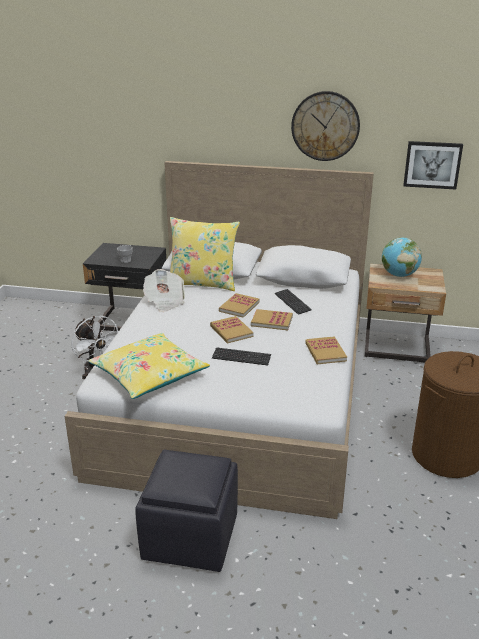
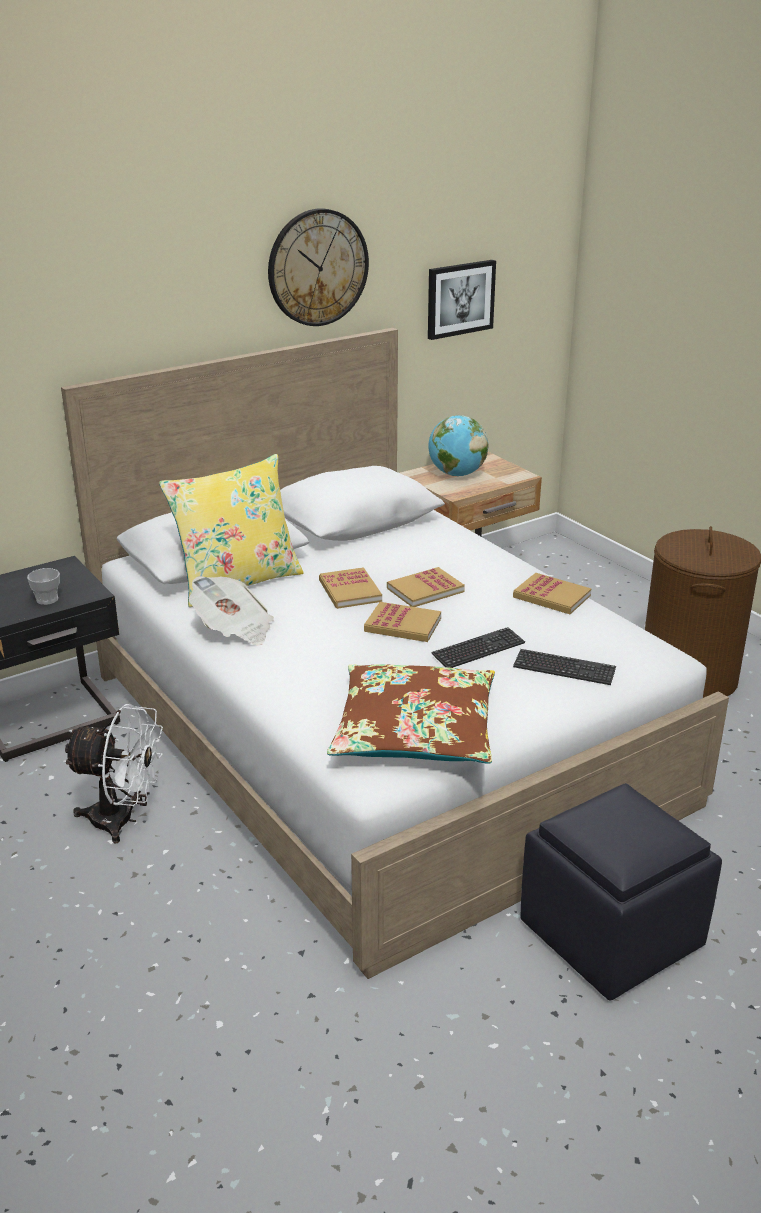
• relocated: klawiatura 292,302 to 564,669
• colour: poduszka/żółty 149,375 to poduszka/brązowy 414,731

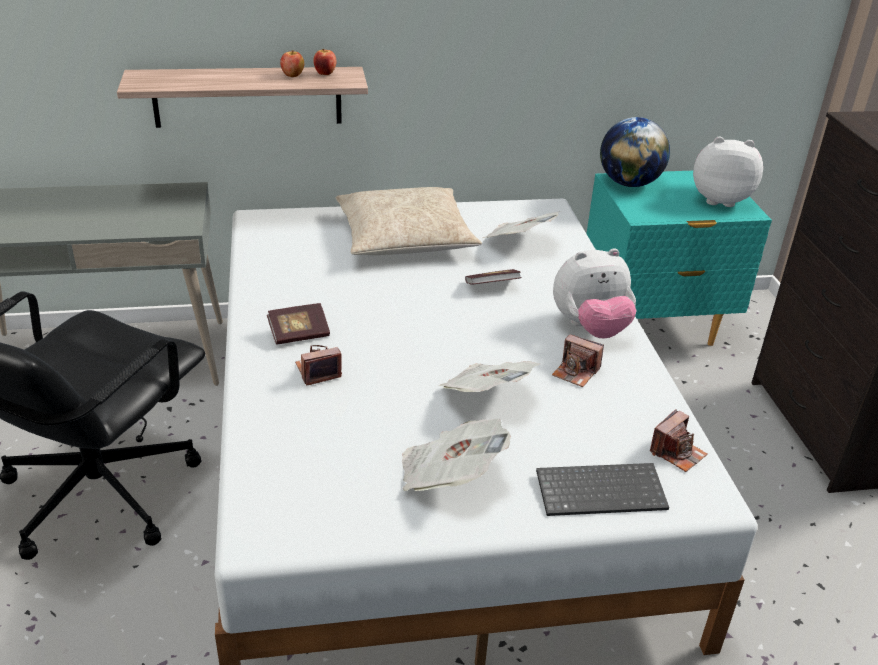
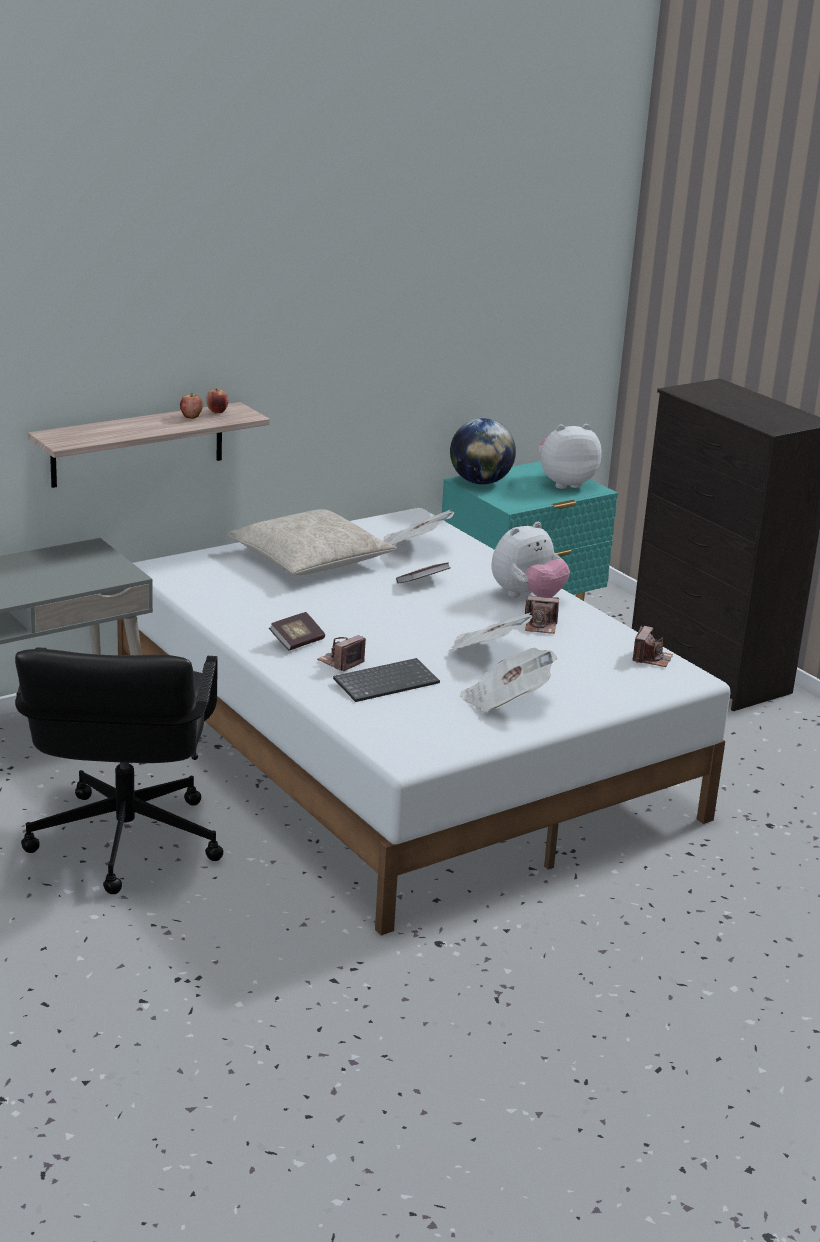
• relocated: klawiatura 602,490 to 386,682

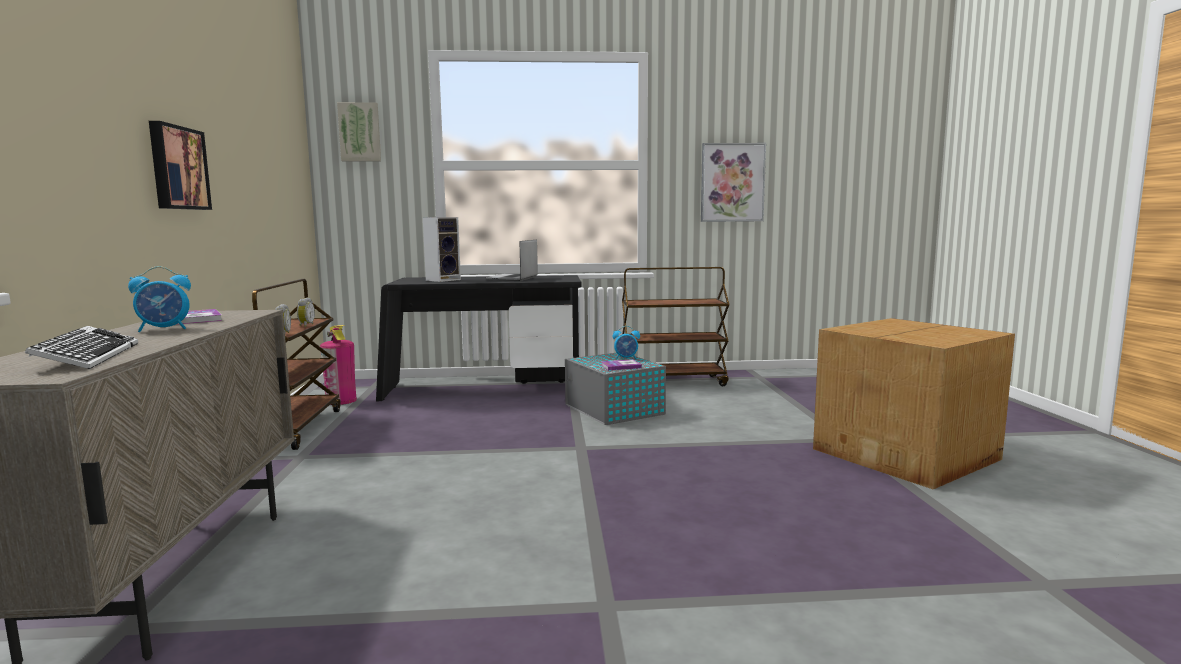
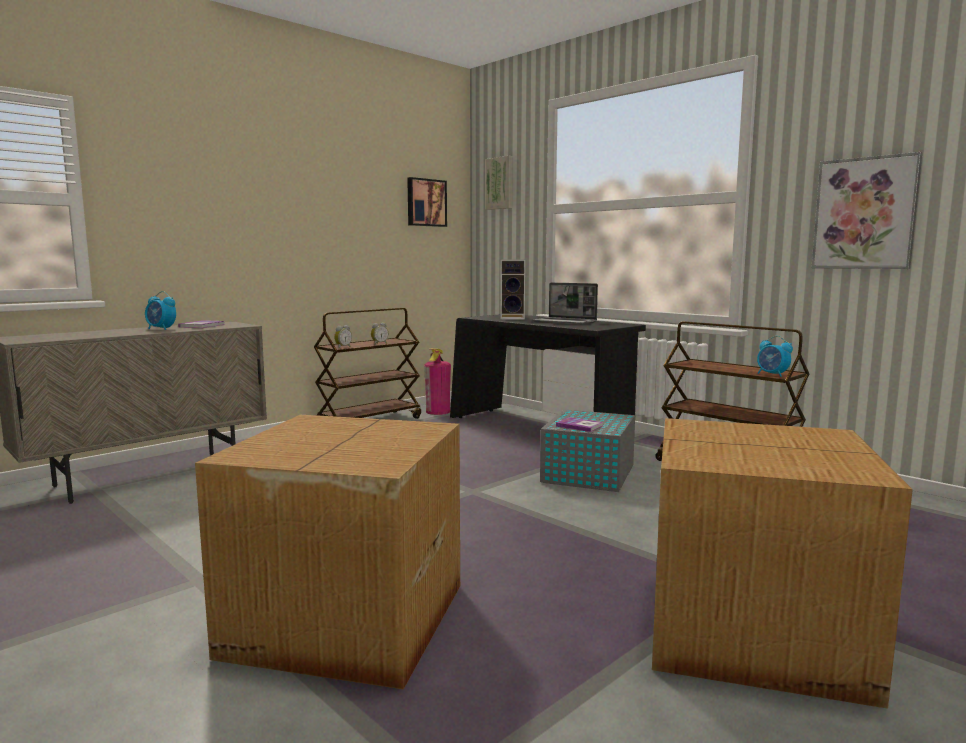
• relocated: obraz 177,168 to 426,202
• spun: laptop 513,278 = 565,322 120 degrees counterclockwise
• missing: klawiatura 88,356
• relocated: budzik 626,359 to 772,375
• appeared: karton 343,620

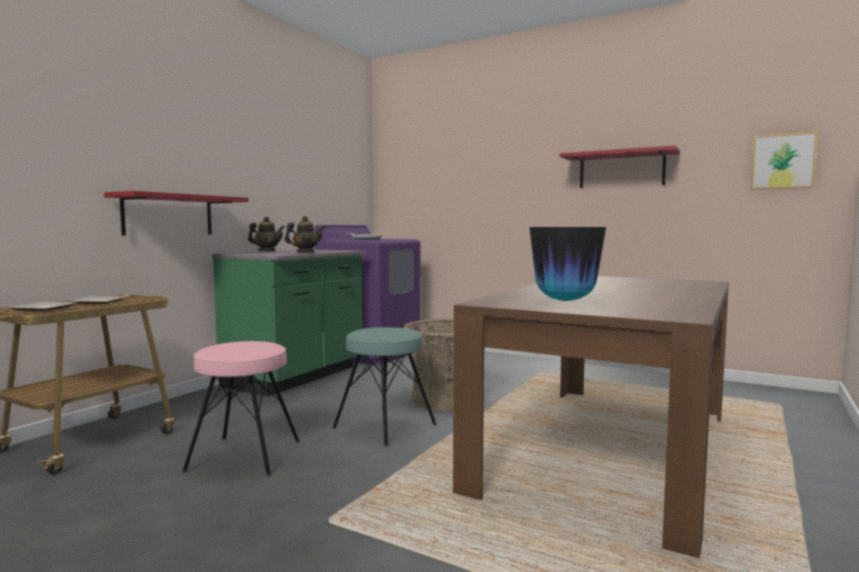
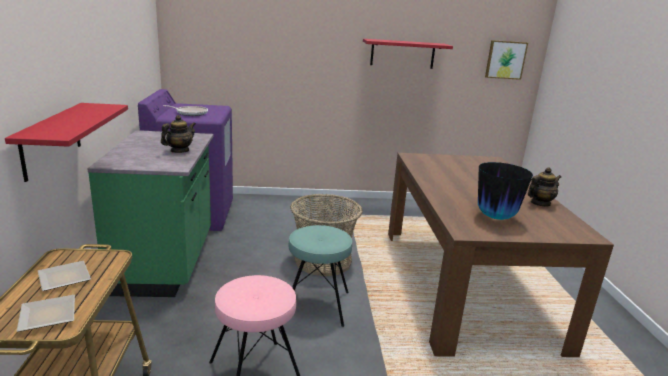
• relocated: imbryk 267,251 to 540,203

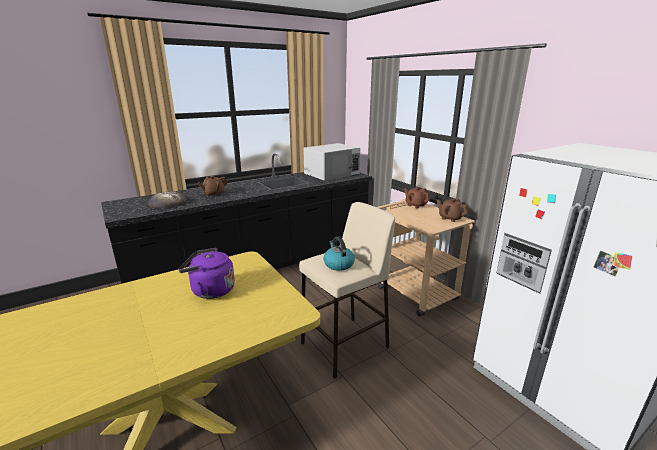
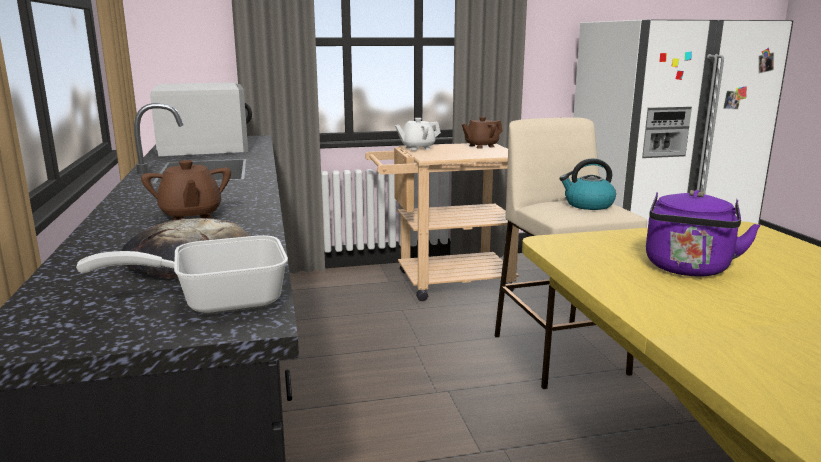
• colour: imbryk/brązowy 415,205 to imbryk/biały 417,148
• appeared: patelnia 216,301

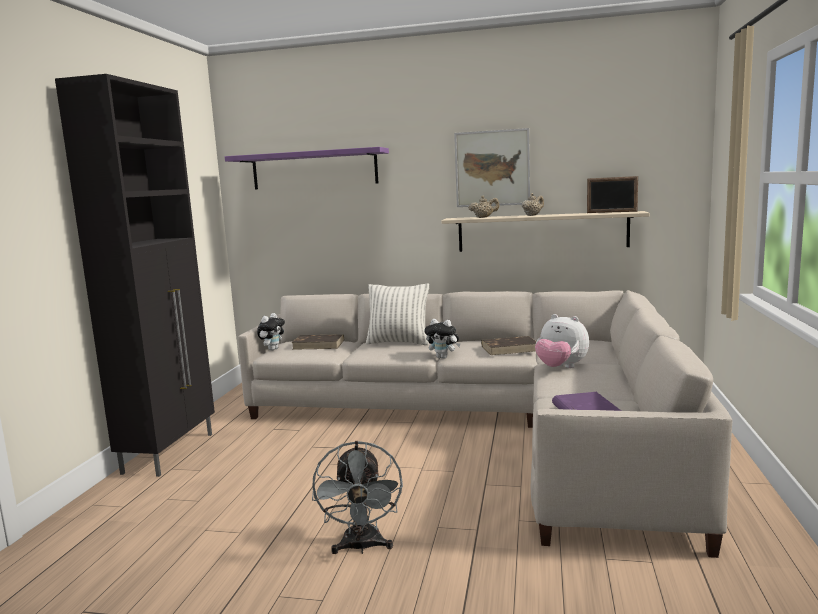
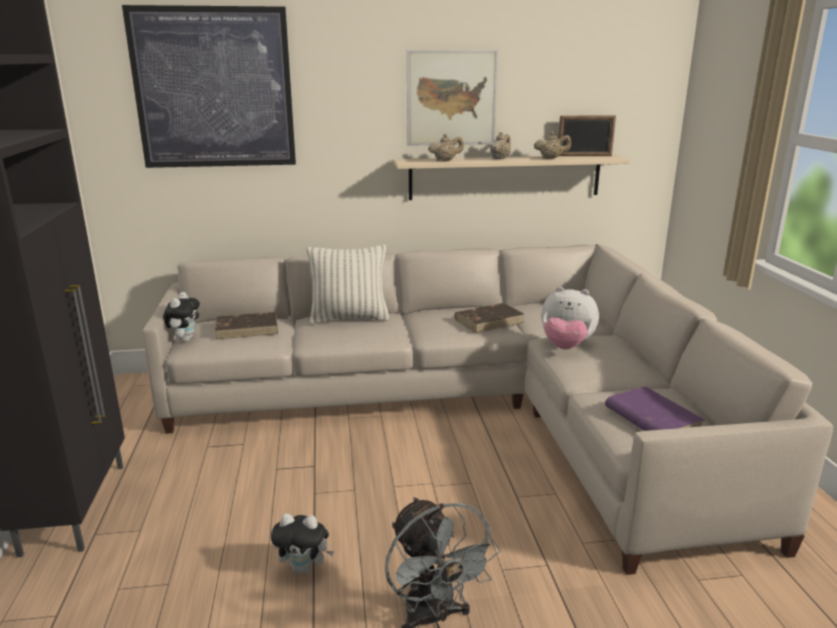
• exchanged: półka/fioletowy 314,169 to obraz 214,89
• relocated: pluszak 443,357 to 304,569
• appeared: imbryk/beżowy 551,158

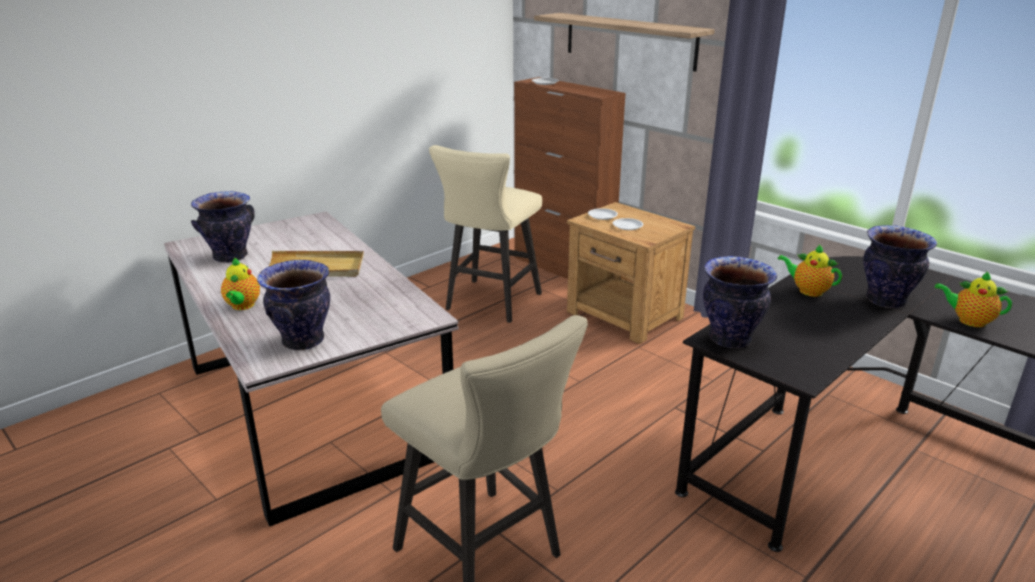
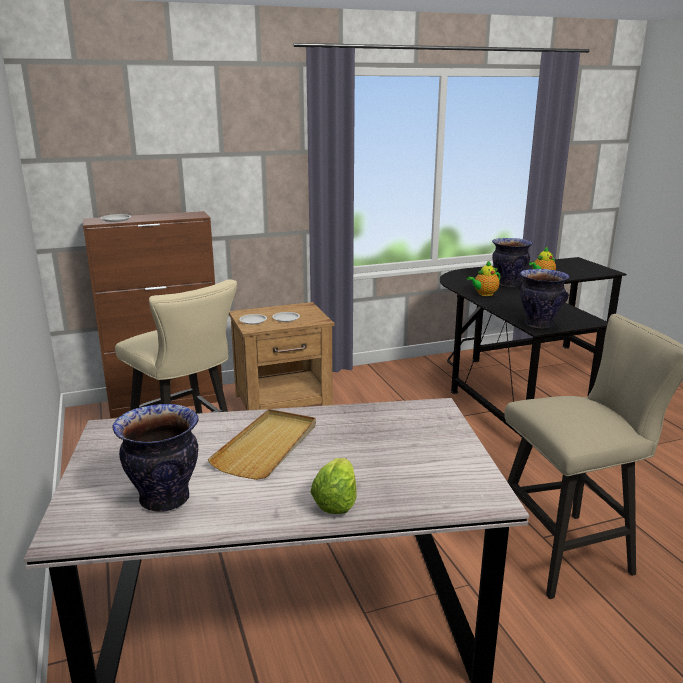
• missing: półka 629,41
• exchanged: imbryk 242,306 to sałata 336,502
• missing: wazon 302,341

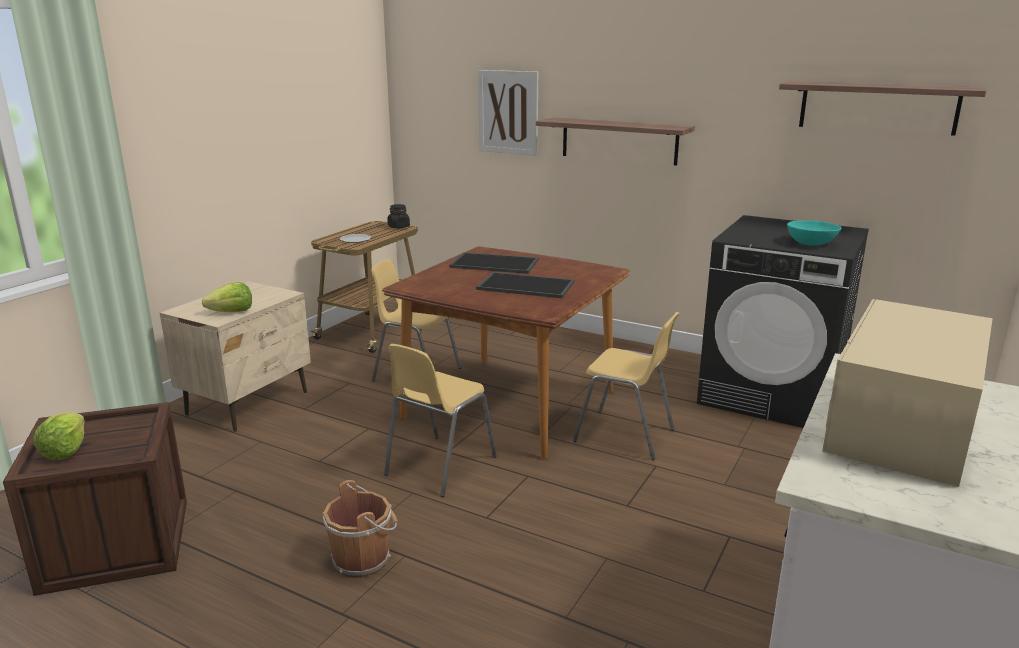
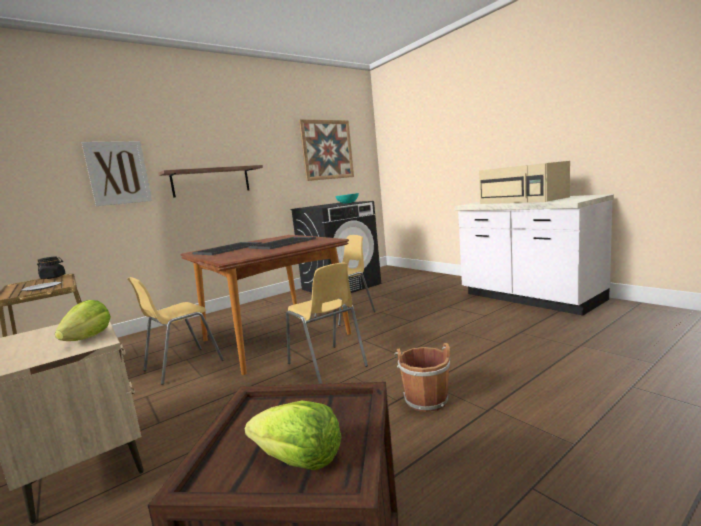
• exchanged: półka 877,107 to obraz 327,150

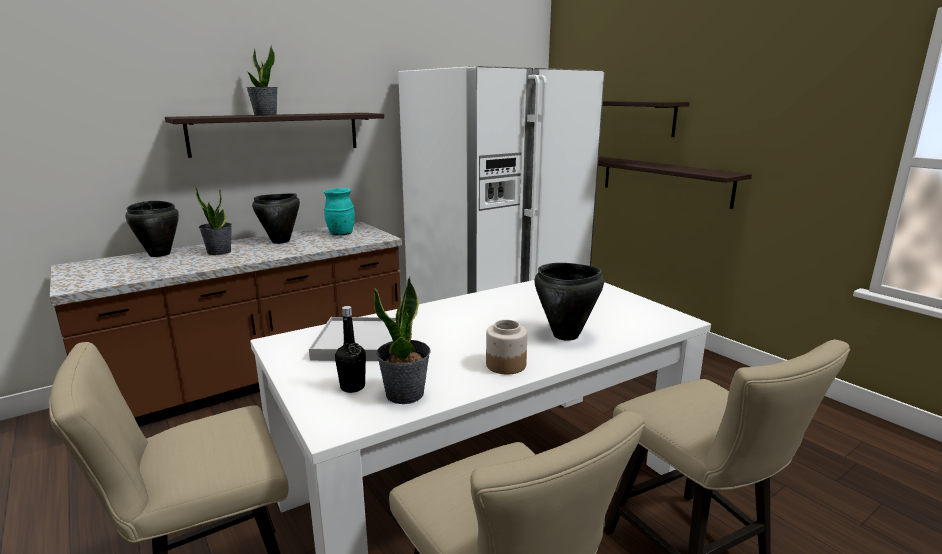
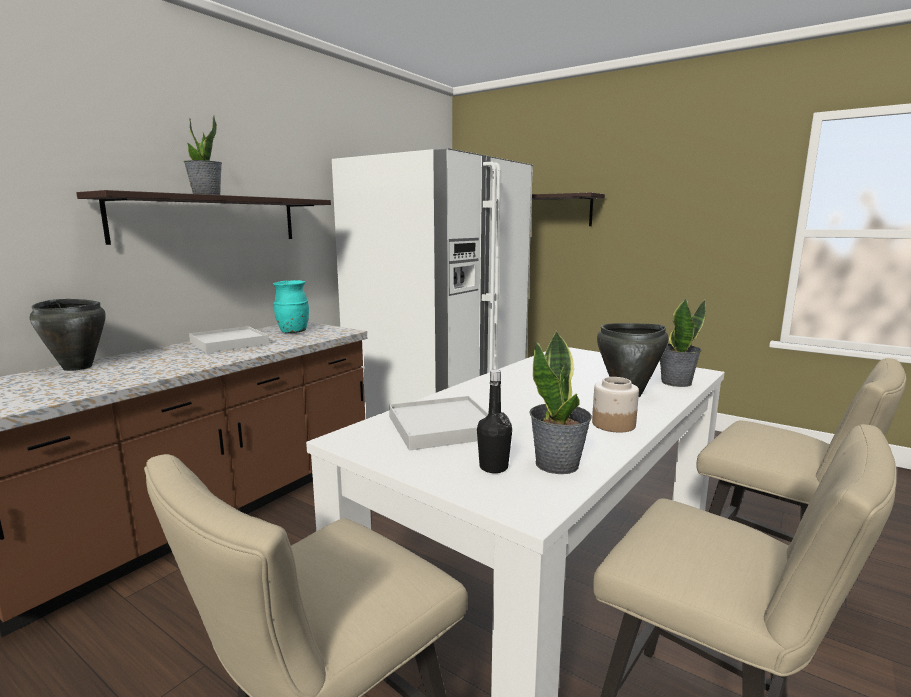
• missing: półka 664,180
• relocated: roślina doniczkowa 219,252 to 675,382
• exchanged: garnek/czarny 281,241 to taca/biały 229,343

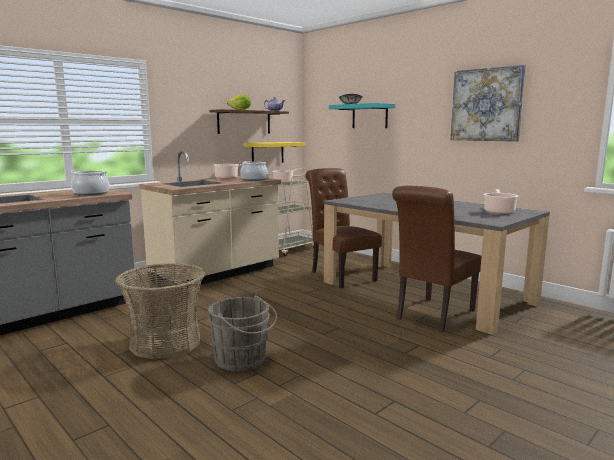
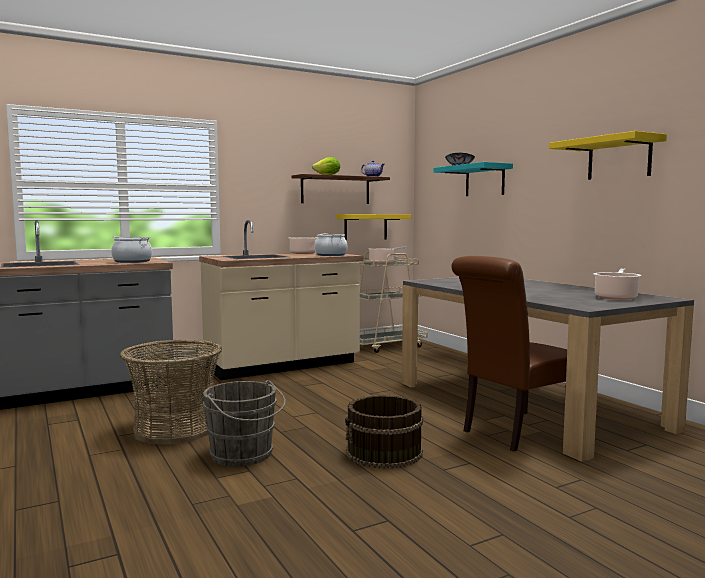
• exchanged: obraz 486,105 to półka/żółty 619,158
• missing: krzesło/brązowy 340,275
• appeared: wiadro/brązowy 384,453

